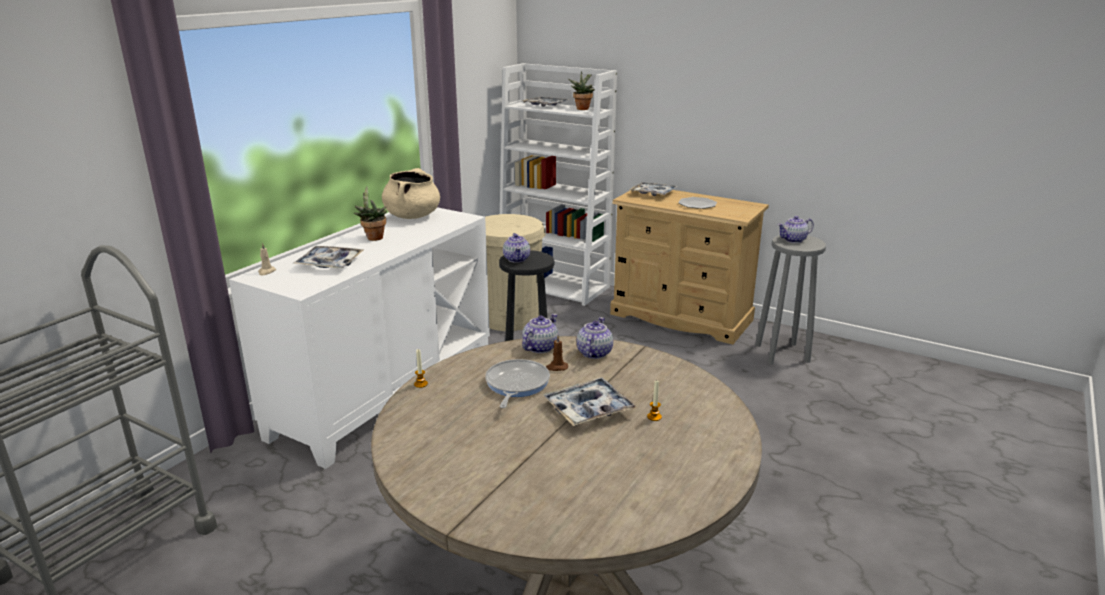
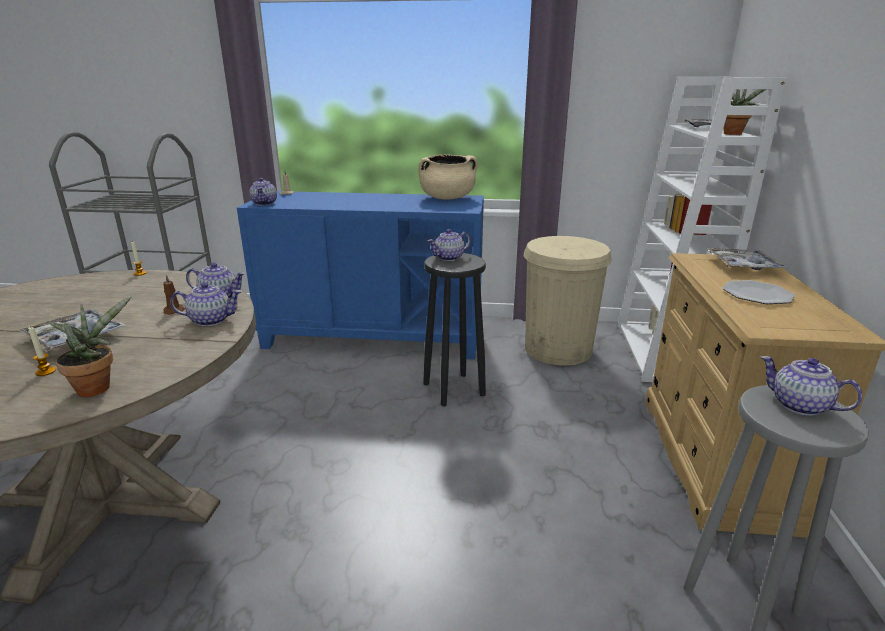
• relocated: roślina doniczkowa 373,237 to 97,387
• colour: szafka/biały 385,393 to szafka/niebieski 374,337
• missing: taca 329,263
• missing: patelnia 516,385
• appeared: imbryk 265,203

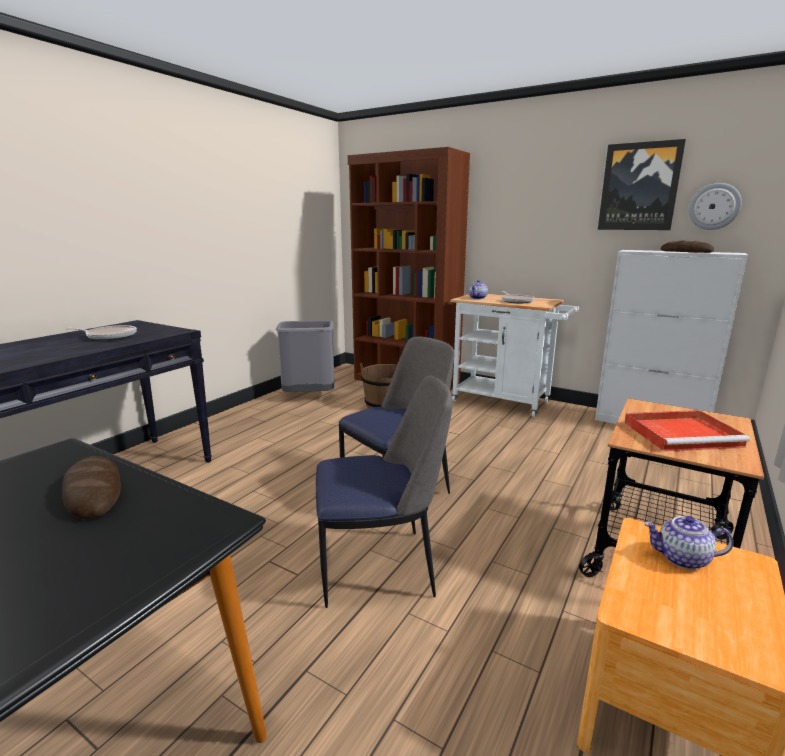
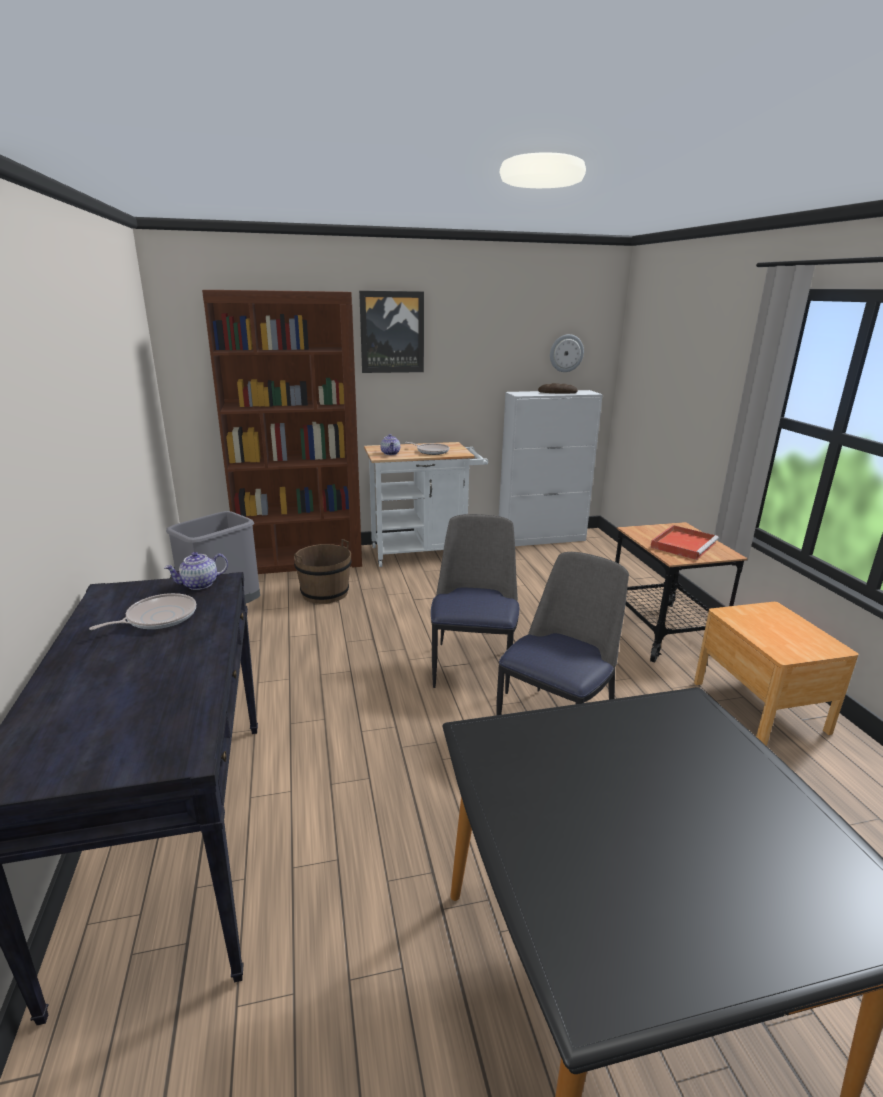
• relocated: obraz 639,187 to 392,332
• missing: chleb 93,492
• relocated: imbryk 682,559 to 199,584

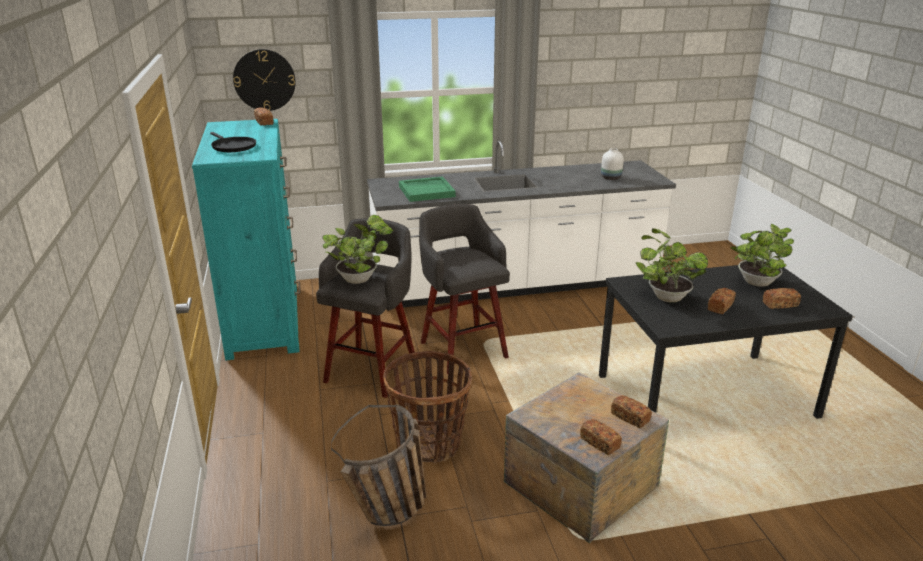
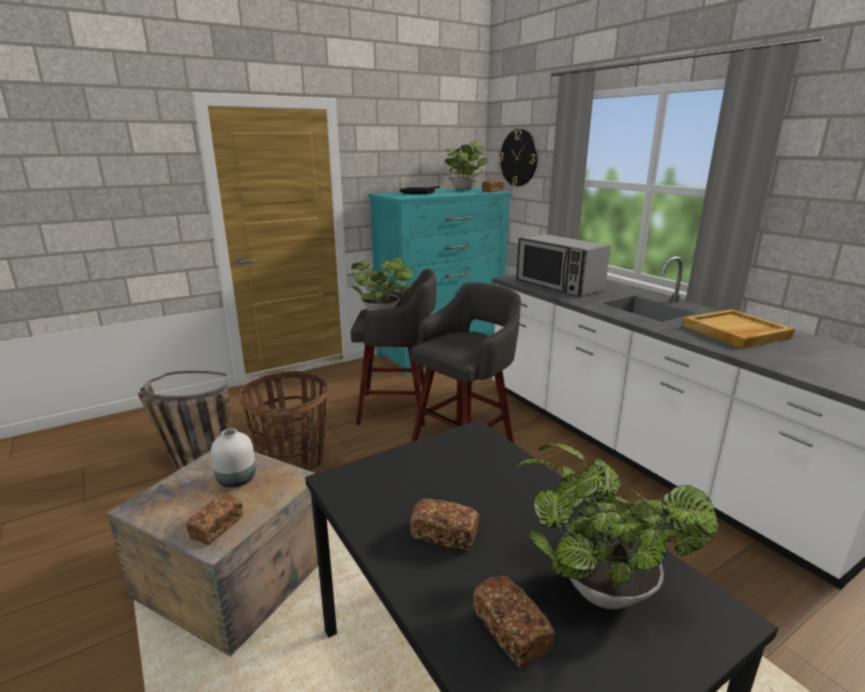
• relocated: wazon/biały 610,178 to 237,479
• exchanged: taca/zielony 427,191 to mikrofalówka 558,285
• relocated: roślina doniczkowa 666,296 to 464,189
• missing: chleb 600,443
• appeared: taca/beżowy 736,332

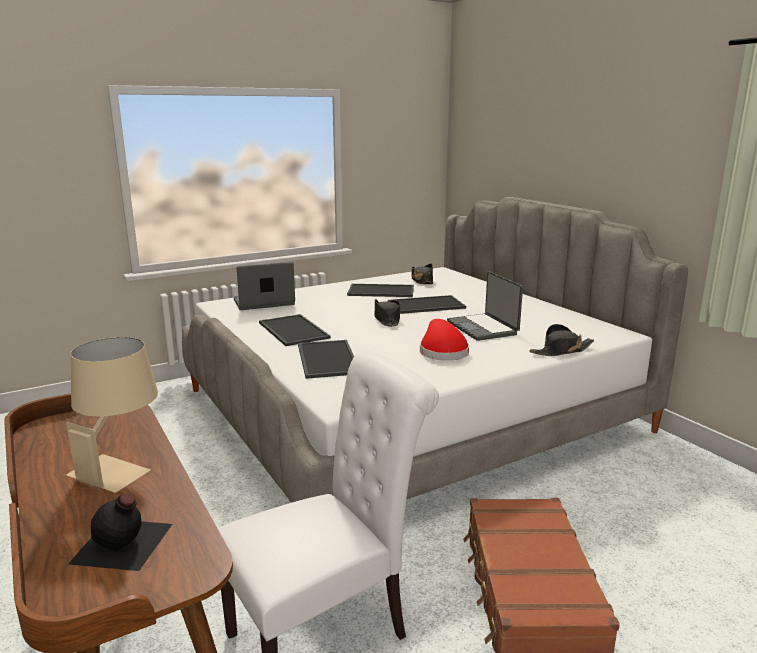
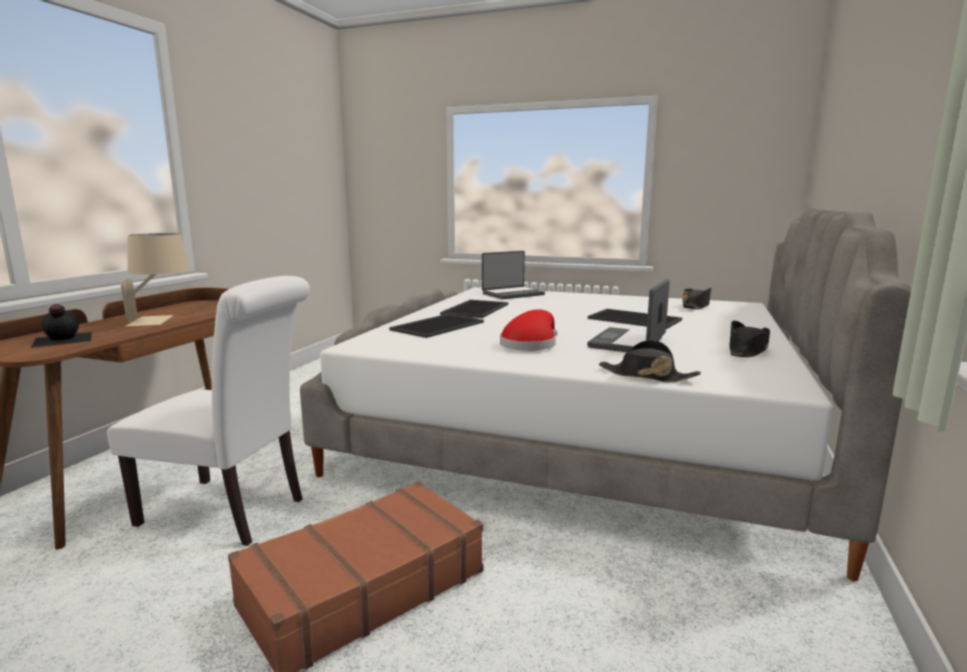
• spun: laptop 264,303 = 512,294 120 degrees clockwise
• missing: taca 380,291
• relocated: kapelusz/czarny 387,319 to 747,350

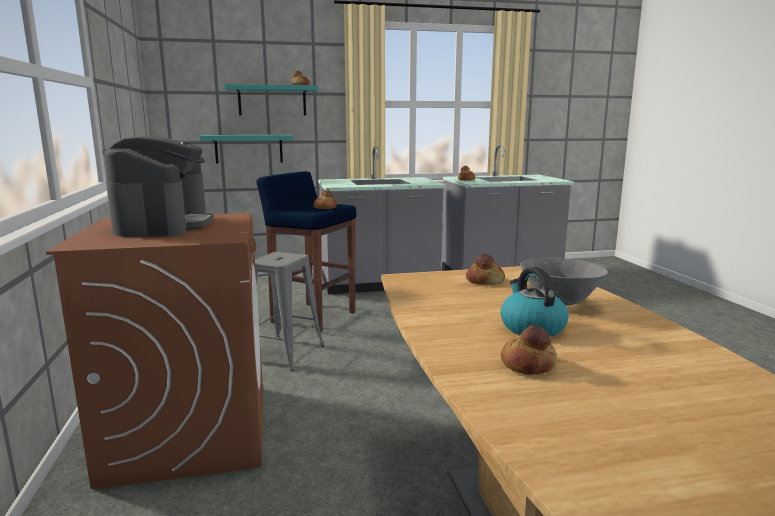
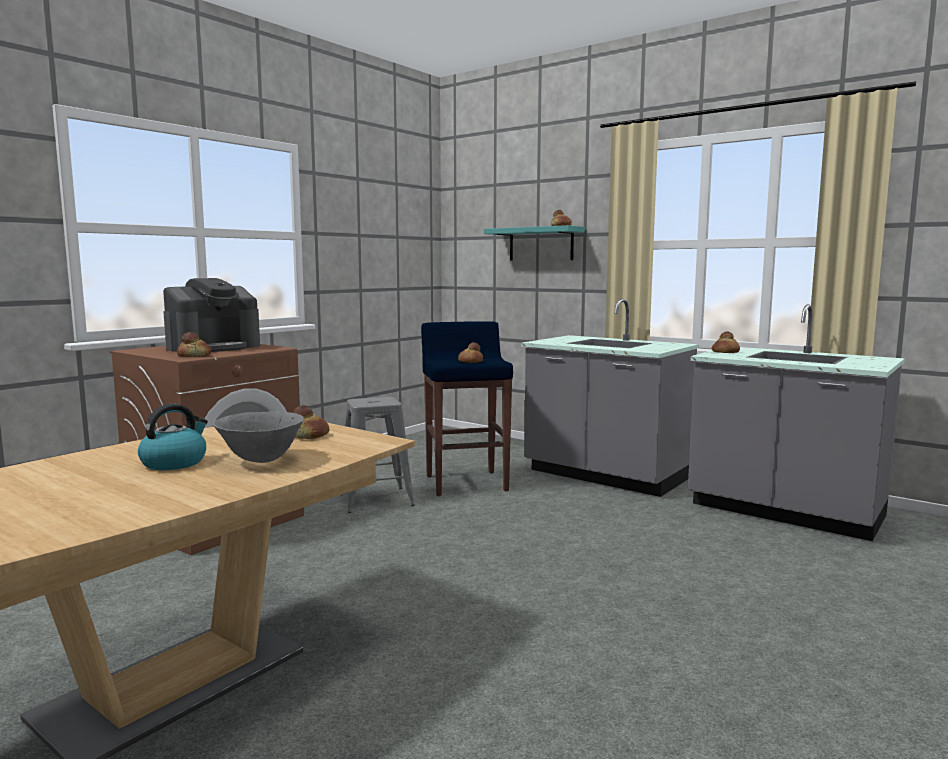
• missing: półka/turkusowy 249,148
• relocated: chleb 527,364 to 195,355

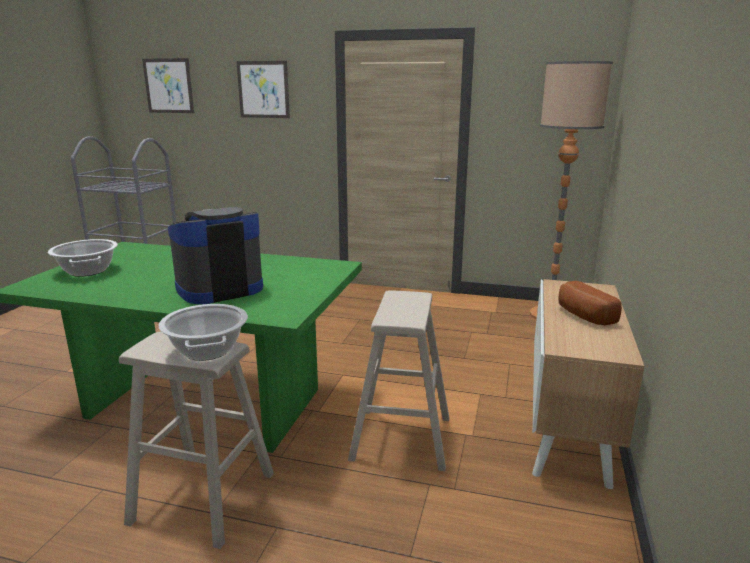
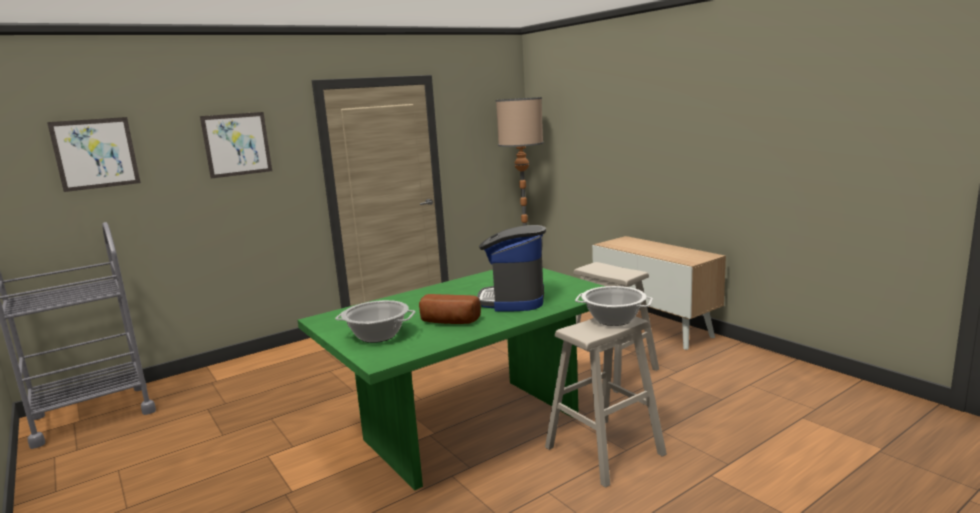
• relocated: chleb 582,316 to 448,322

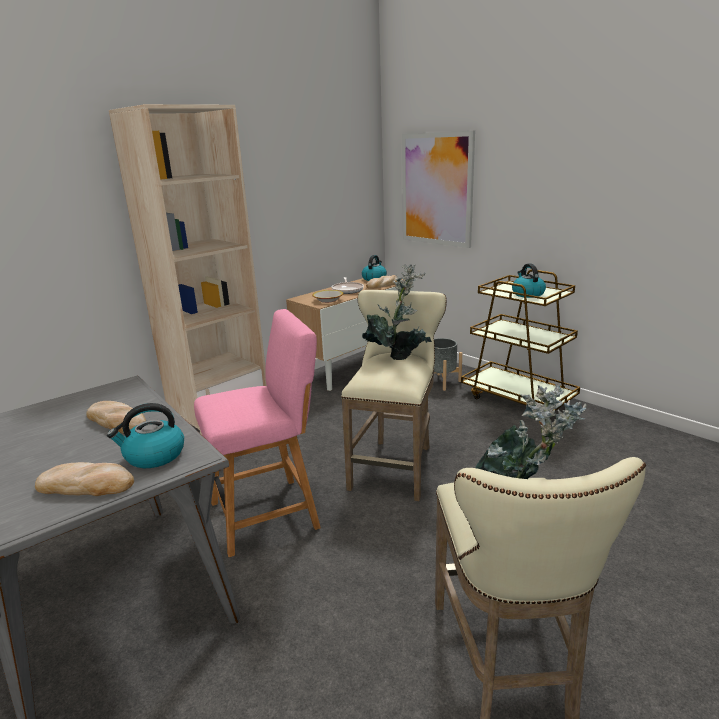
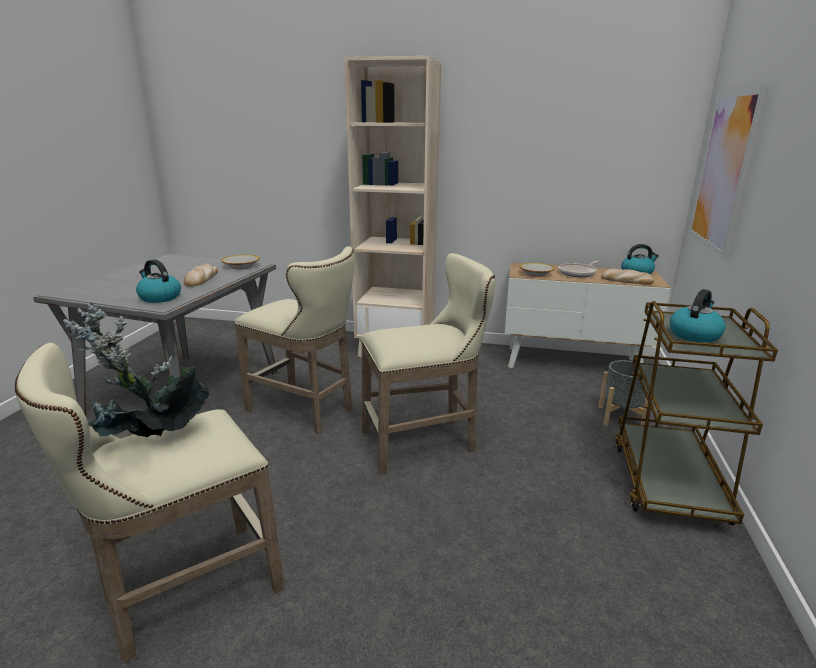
• missing: roślina doniczkowa 398,355
• exchanged: krzesło/różowy 270,513 to stołek/beżowy 305,410
• missing: chleb 86,485
• appeared: miska 241,266

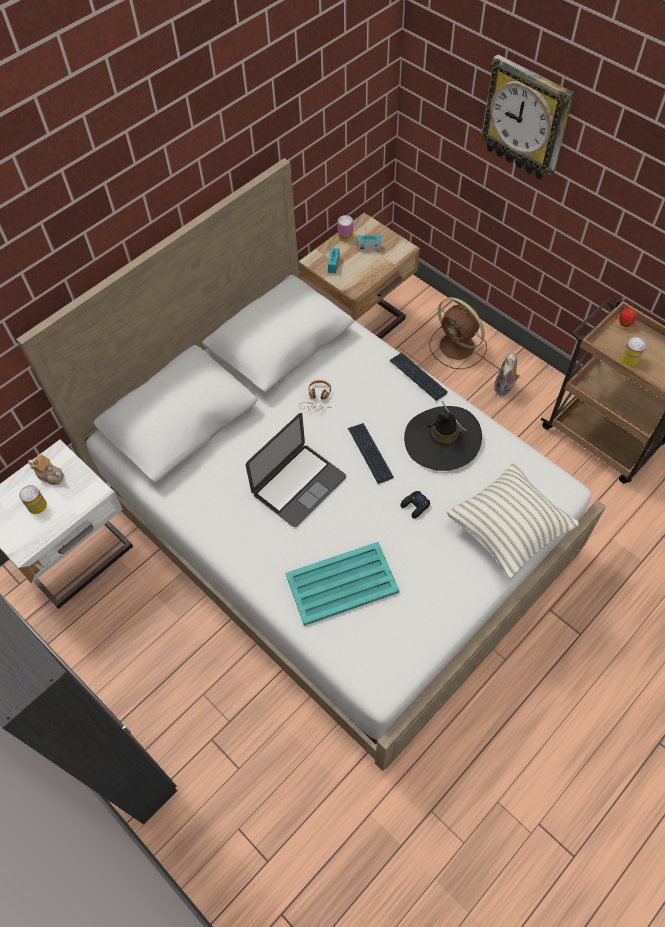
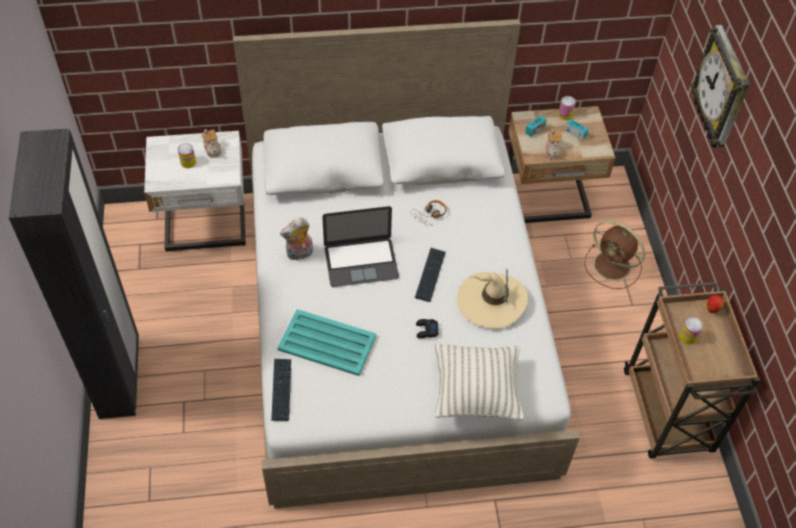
• spun: wentylator/brązowy 458,347 = 613,267 45 degrees counterclockwise
• relocated: klawiatura 418,377 to 281,389
• relocated: pluszak 504,388 to 299,254
• colour: kapelusz/czarny 442,440 to kapelusz/beżowy 491,301
• appeared: imbryk 553,150

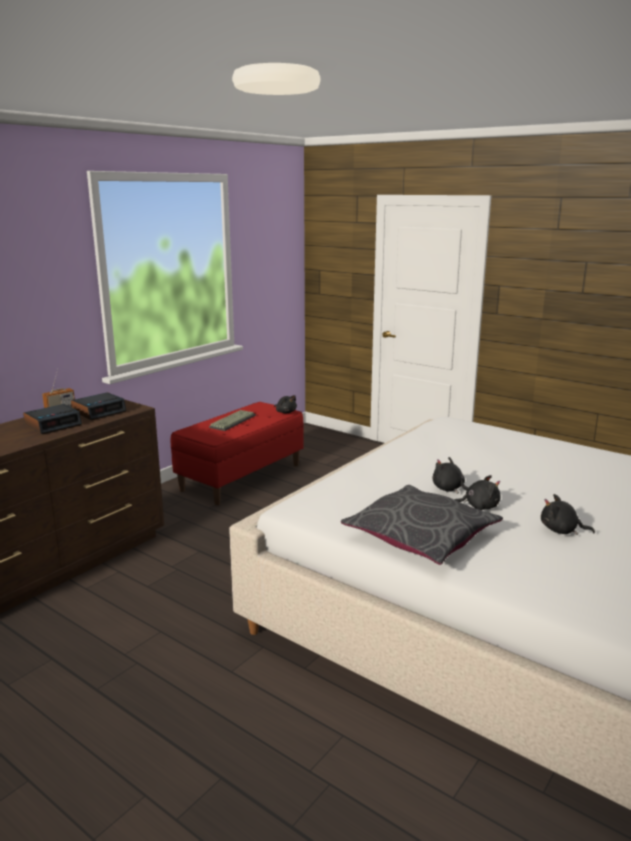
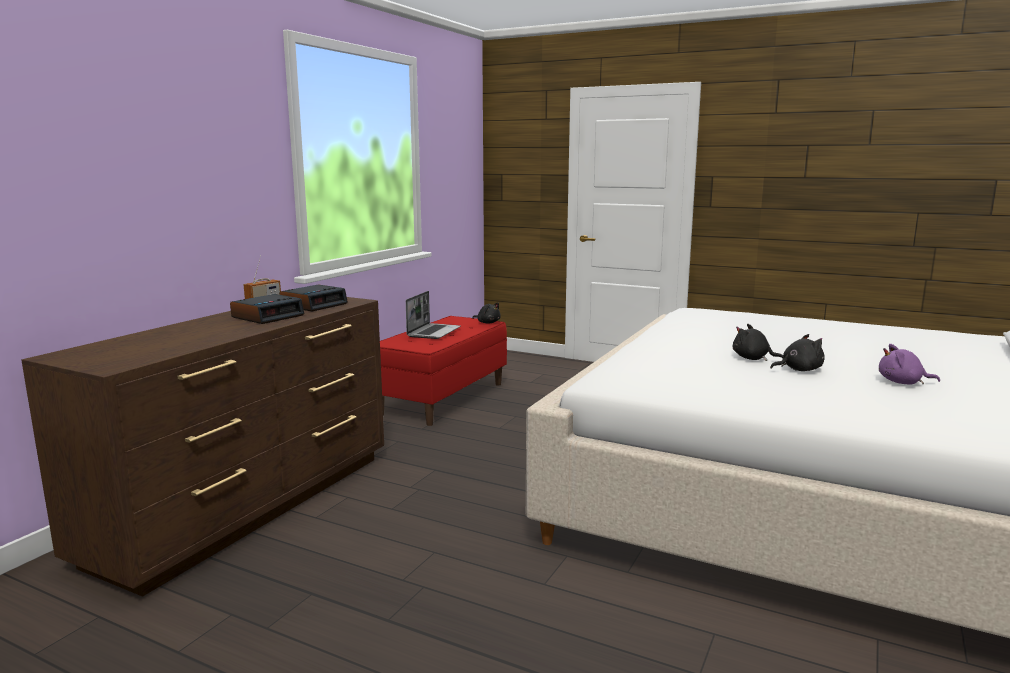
• exchanged: klawiatura 232,421 to laptop 433,332
• missing: poduszka/szary 421,536
• colour: pluszak/czarny 561,530 to pluszak/fioletowy 903,383

